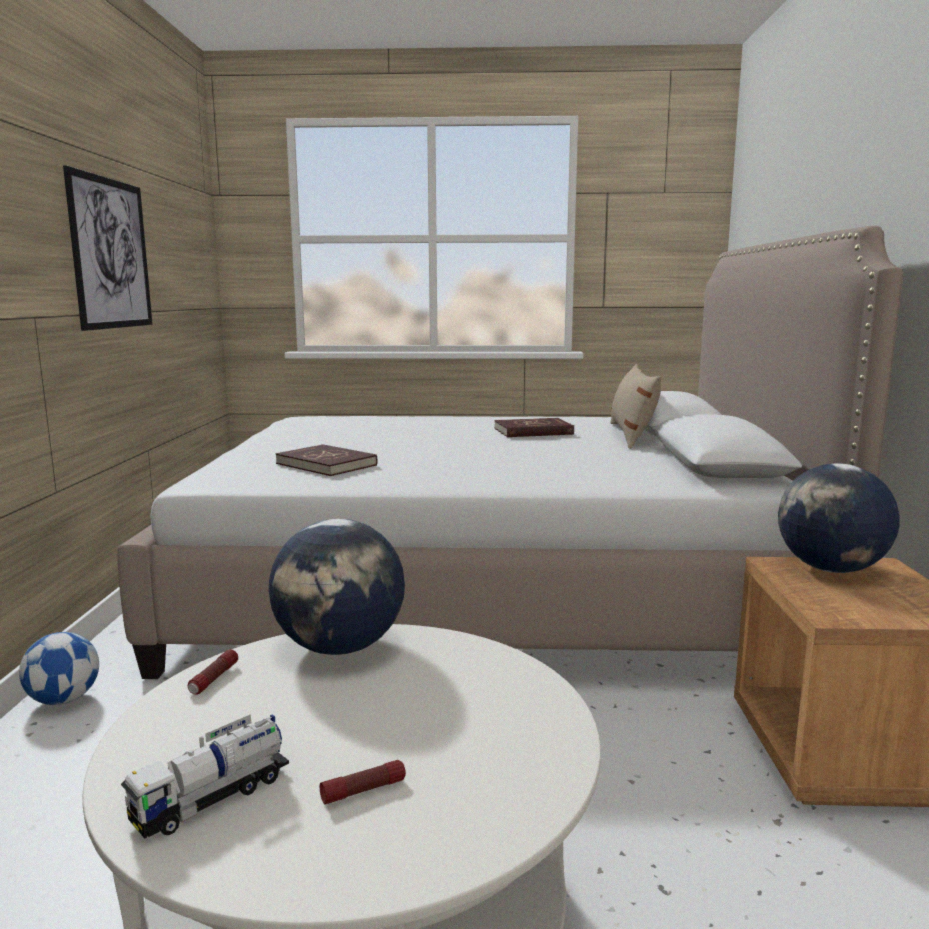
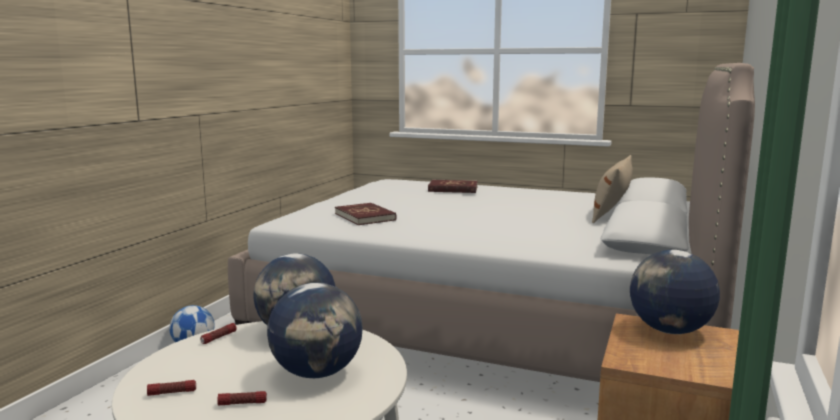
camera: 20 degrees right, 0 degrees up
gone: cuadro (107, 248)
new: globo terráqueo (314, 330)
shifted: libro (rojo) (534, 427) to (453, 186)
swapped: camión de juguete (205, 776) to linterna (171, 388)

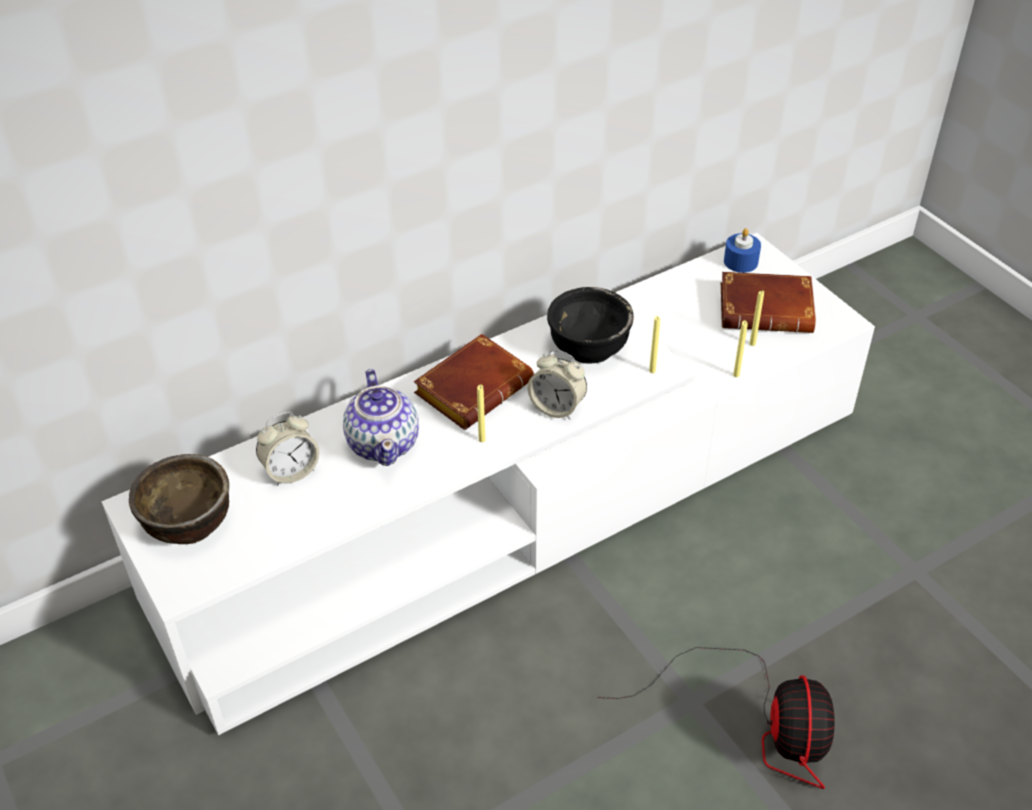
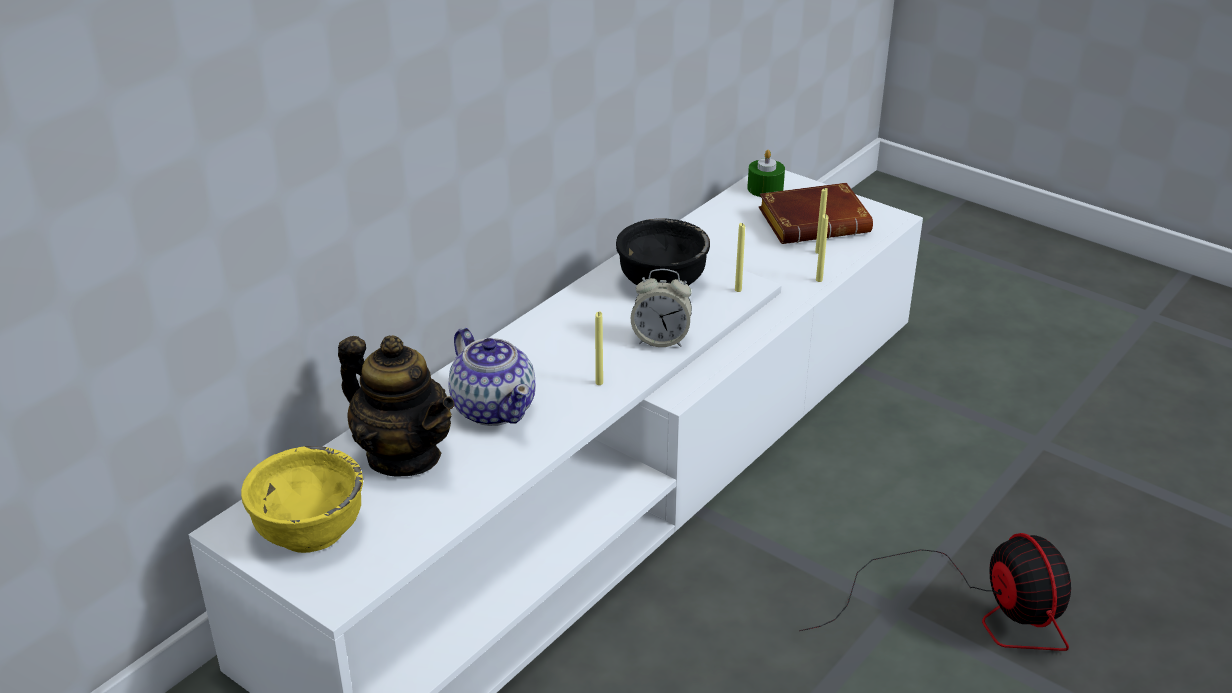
camera: 20 degrees left, 10 degrees down
gone: libro (marrón) (474, 382)
swapped: despertador (287, 449) to tetera (396, 405)
repainted: cuenco (marrón) (179, 499) to cuenco (amarillo) (302, 499); vela (azul) (742, 250) to vela (verde) (766, 173)

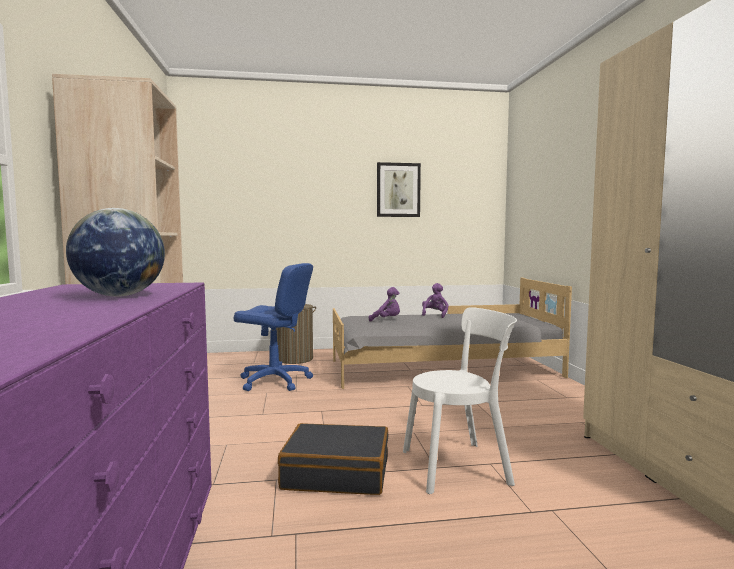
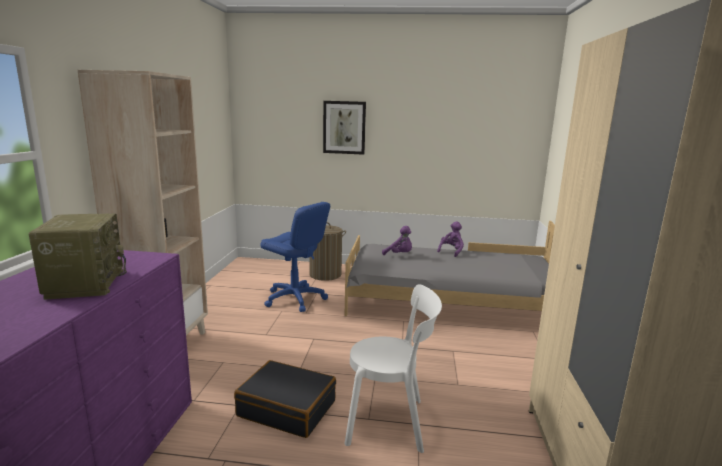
camera: 15 degrees right, 10 degrees up
shifted: cuadro (399, 189) to (344, 128)
swapped: globo terráqueo (115, 252) to radio (78, 256)

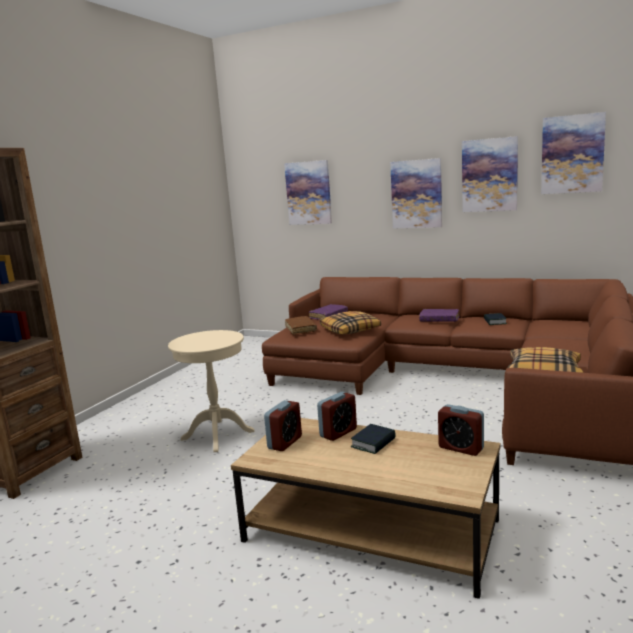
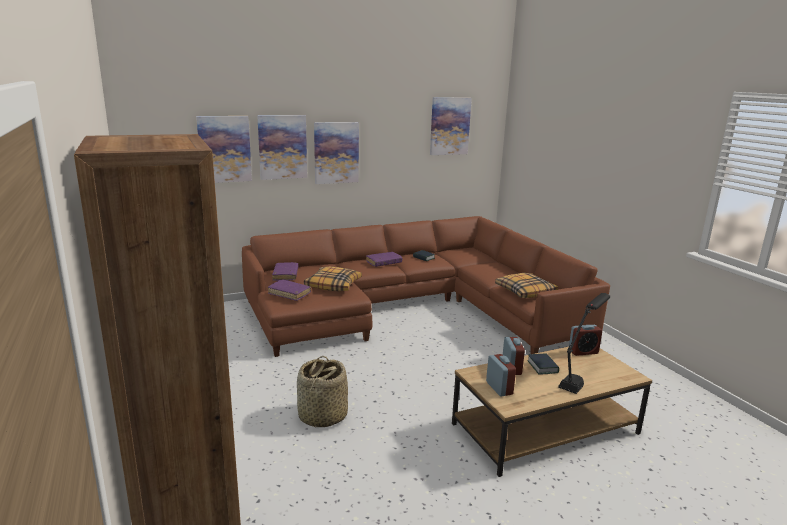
camera: 50 degrees left, 5 degrees up
new: lámpara de mesa (negro) (584, 343)
shifted: cuadro (490, 174) to (282, 147)
swapped: mesa auxiliar (beis) (211, 391) to cesta (322, 391)
repainted: libro (marrón) (301, 325) to libro (morado) (289, 290)

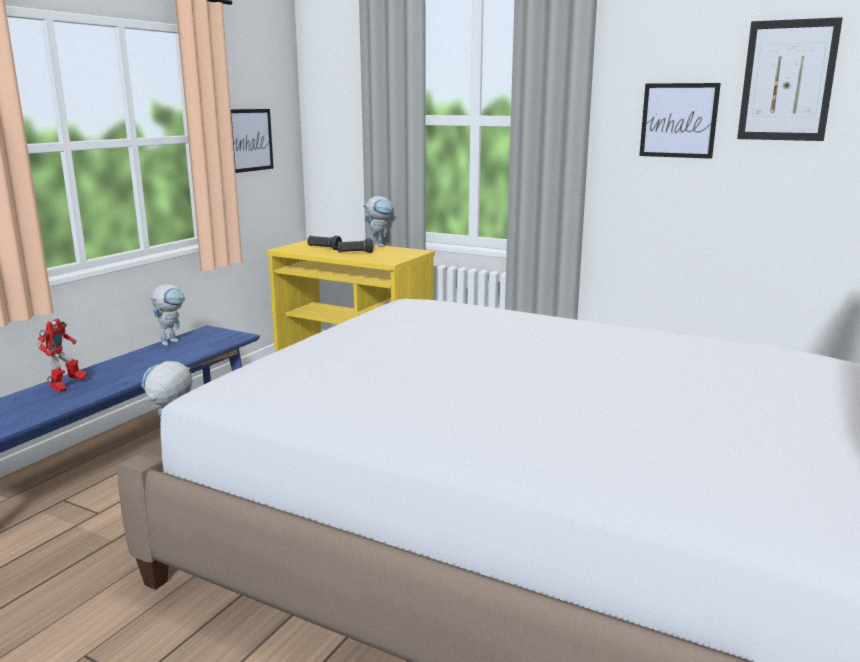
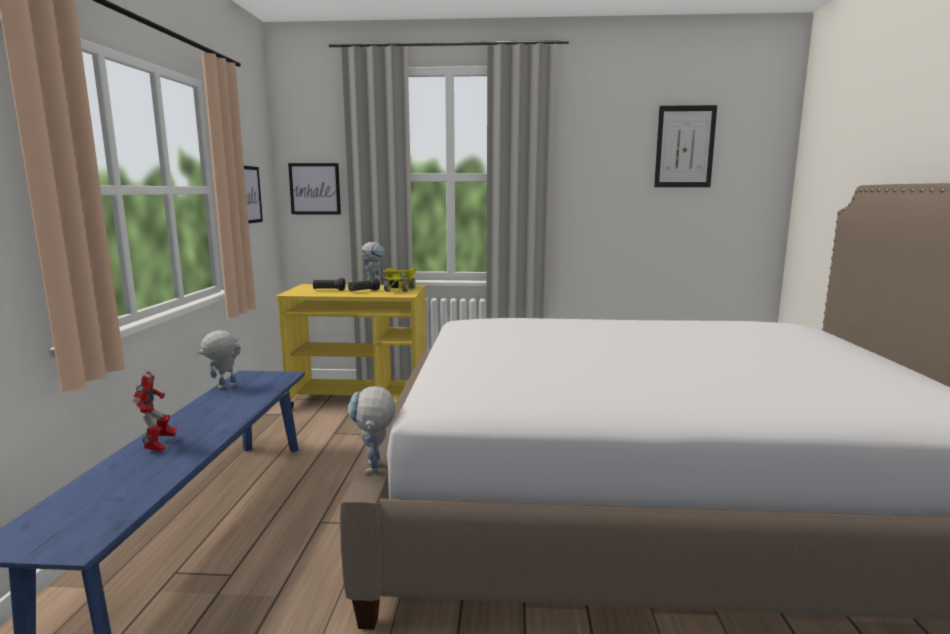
camera: 25 degrees left, 5 degrees down
new: camión de juguete (399, 279)
shifted: cuadro (680, 121) to (314, 189)
rotated: robot de juguete (167, 315) = (218, 359) 135 degrees counterclockwise

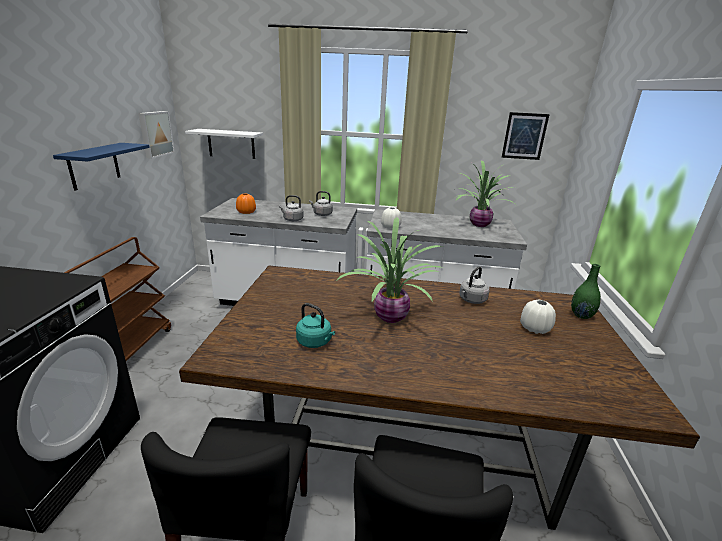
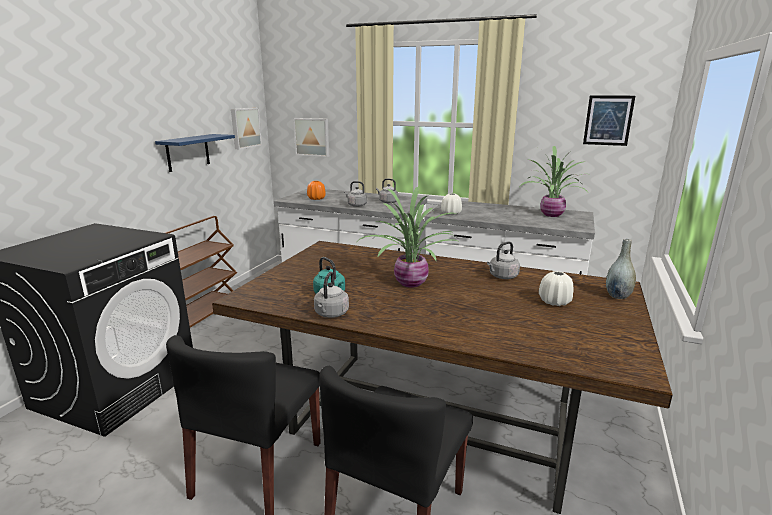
camera: 15 degrees right, 5 degrees down
new: hervidor (gris) (331, 295)
swapped: estante (blanco) (224, 144) to cuadro (311, 137)
repainted: florero (verde) (586, 291) to florero (gris) (621, 269)

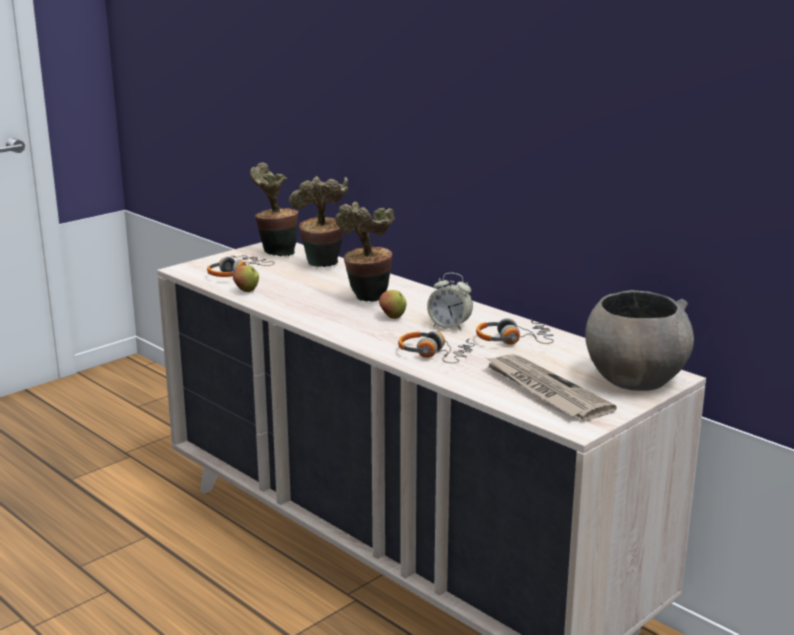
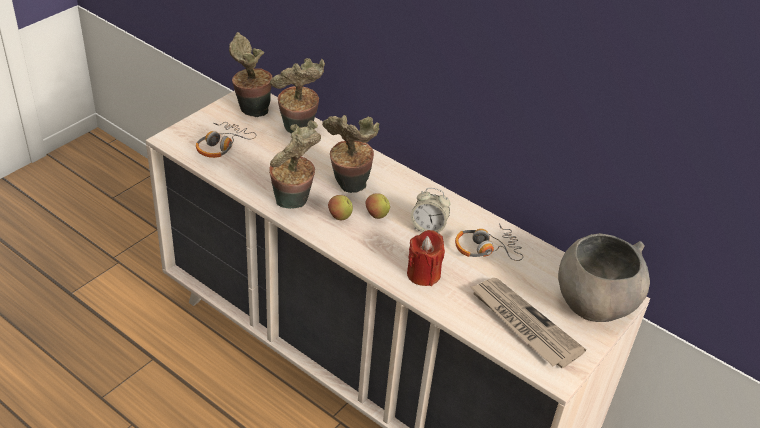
camera: 10 degrees left, 20 degrees up
new: planta en maceta (295, 164)
shifted: manzana (246, 278) to (340, 207)
swapped: auriculares (436, 347) to vela (rojo) (426, 258)

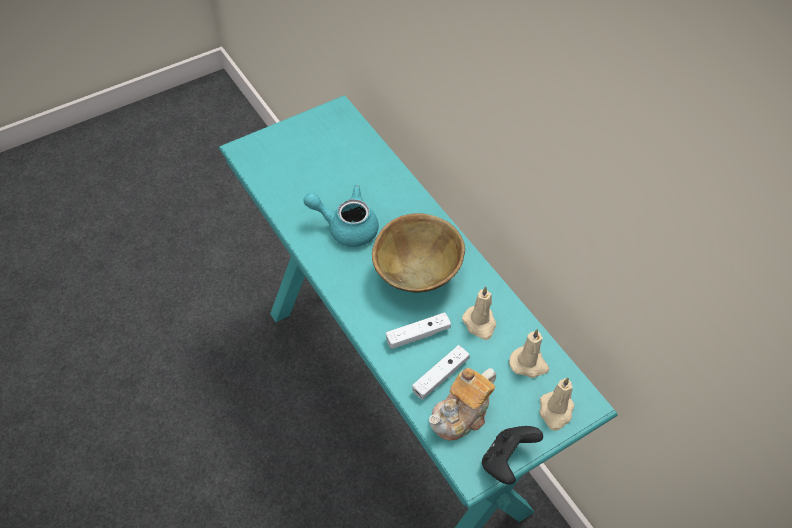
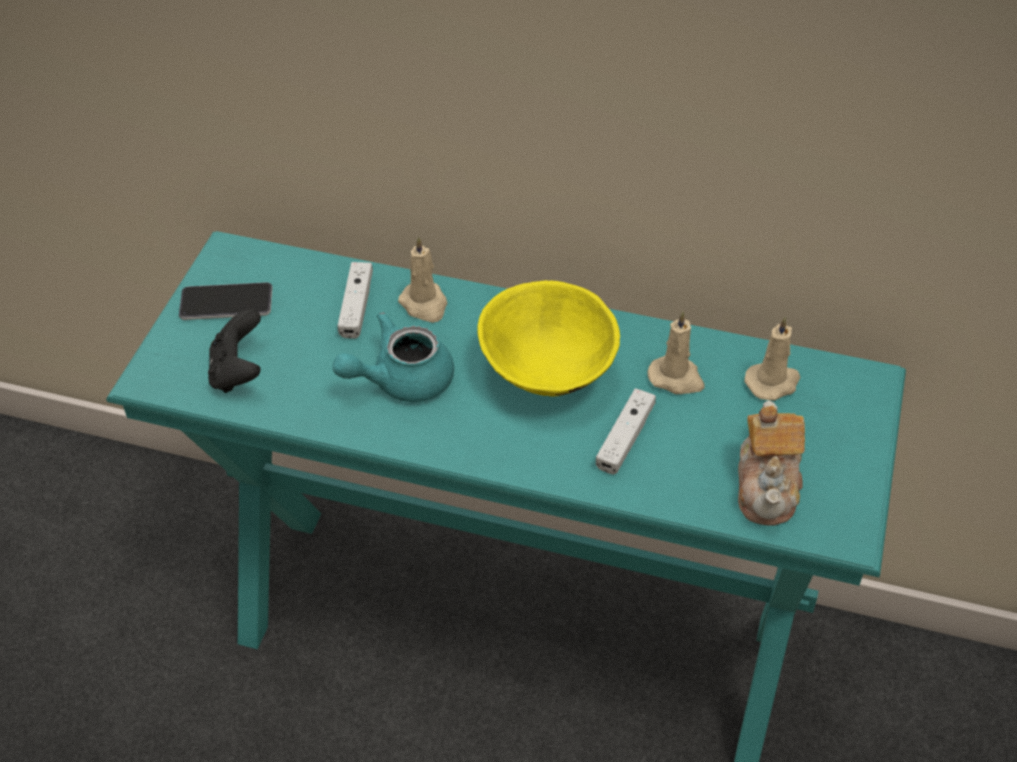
camera: 40 degrees left, 5 degrees down
new: móvil (225, 301)
shifted: mando de consola (blanco) (441, 372) to (355, 300); mando de consola (negro) (512, 455) to (234, 351); vela (beis) (557, 404) to (422, 279)
repainted: cuenco (marrón) (418, 253) to cuenco (amarillo) (548, 338)

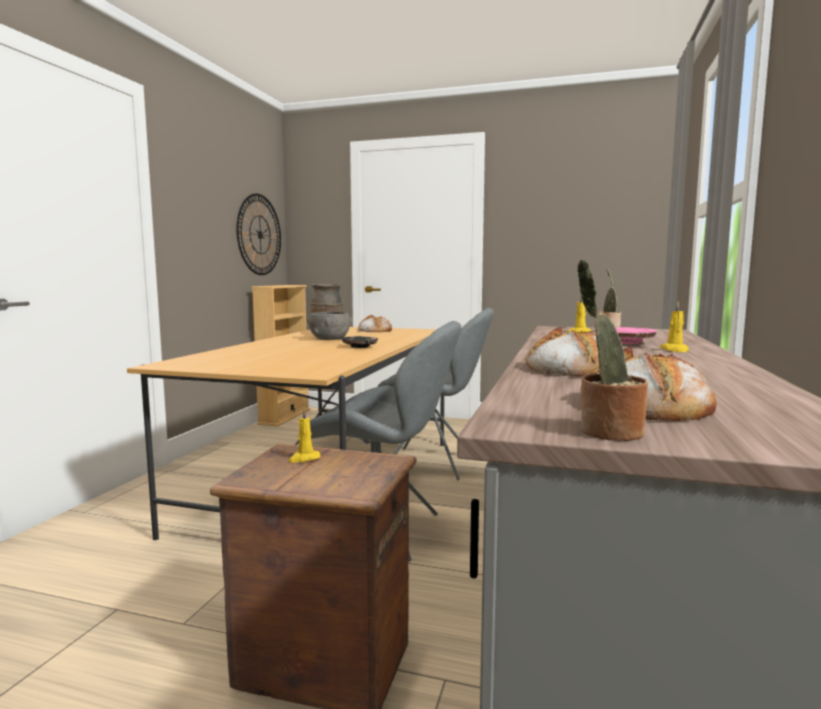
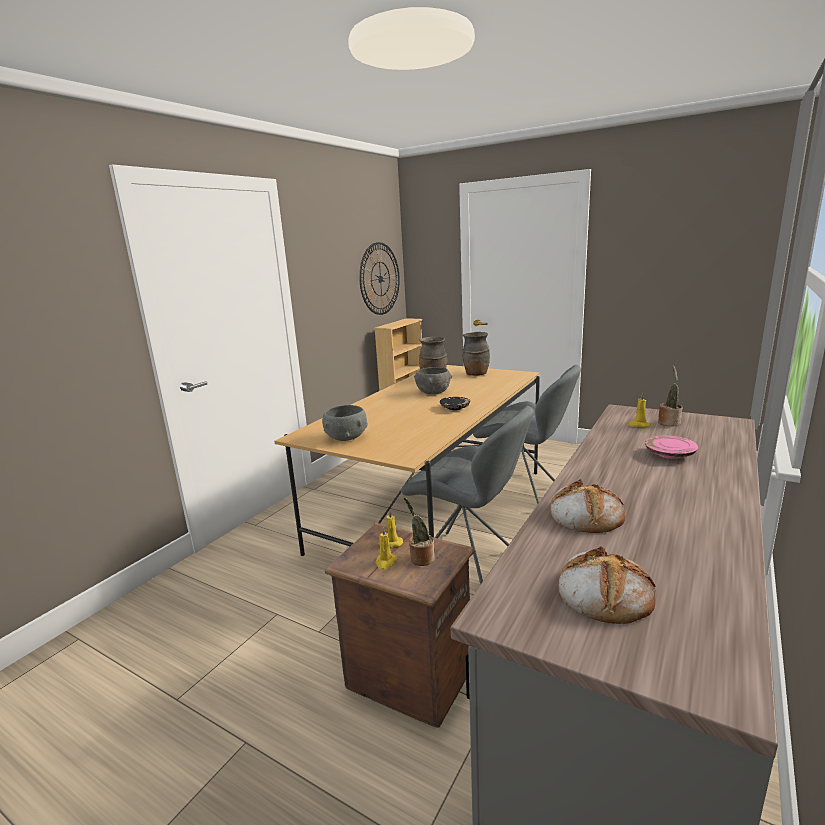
camera: 15 degrees right, 10 degrees up
new: cuenco (gris) (345, 423)
shifted: planta en maceta (612, 350) to (419, 531); vela (amarillo) (674, 326) to (386, 548)
swapped: pan (375, 323) to florero (marrón) (476, 354)

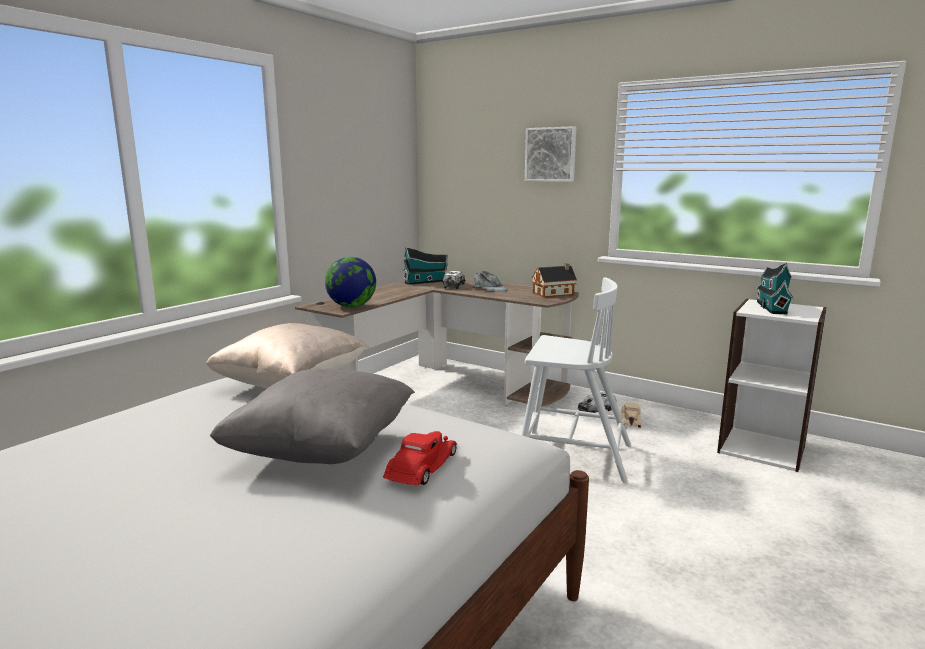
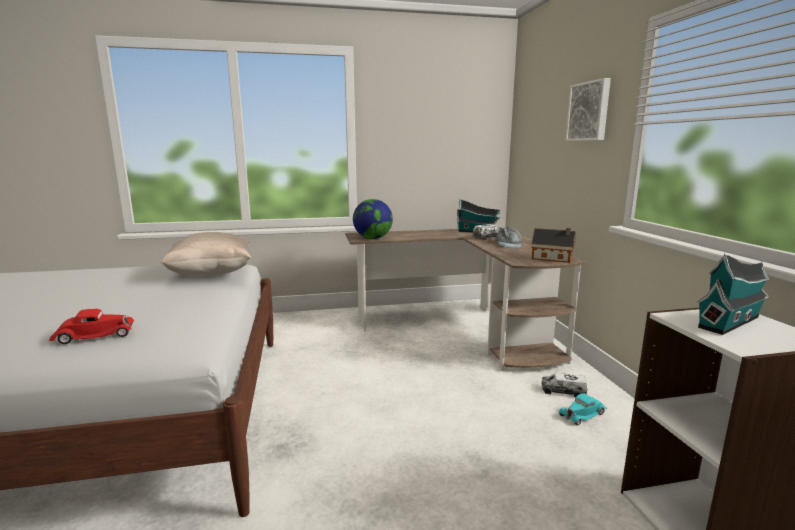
camera: 45 degrees right, 0 degrees up
gone: cojín (gris) (312, 416); silla (blanco) (576, 380)
repainted: coche de juguete (beis) (631, 415) to coche de juguete (turquesa) (582, 409)

